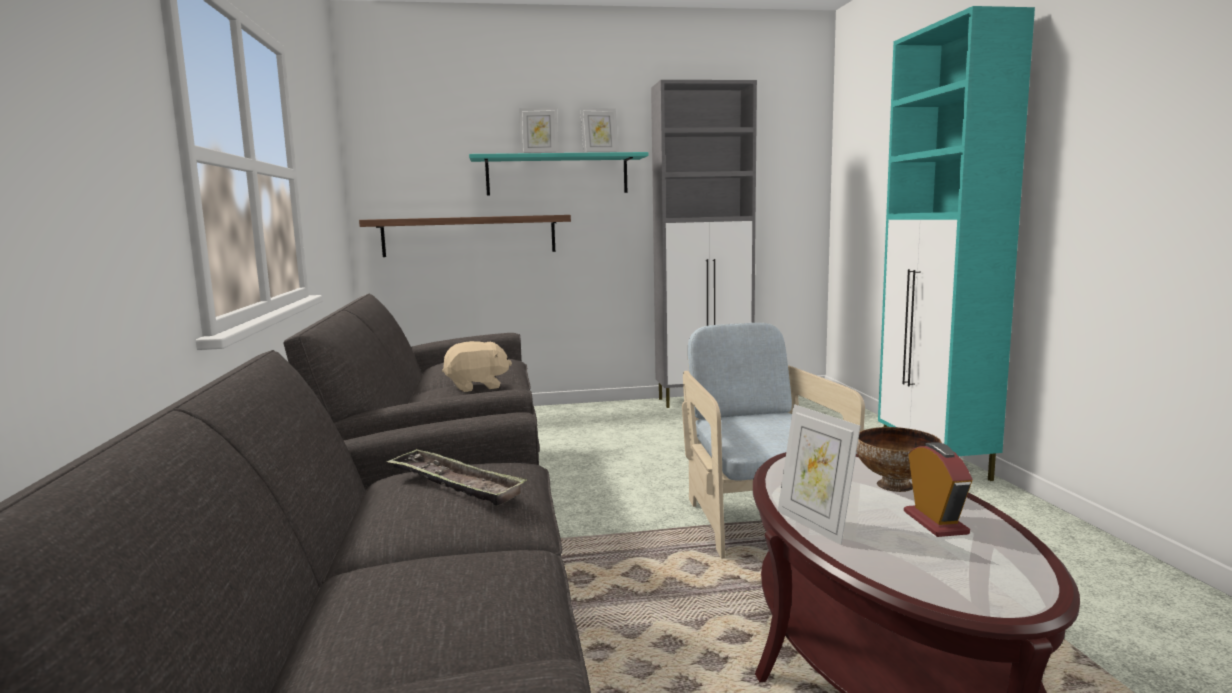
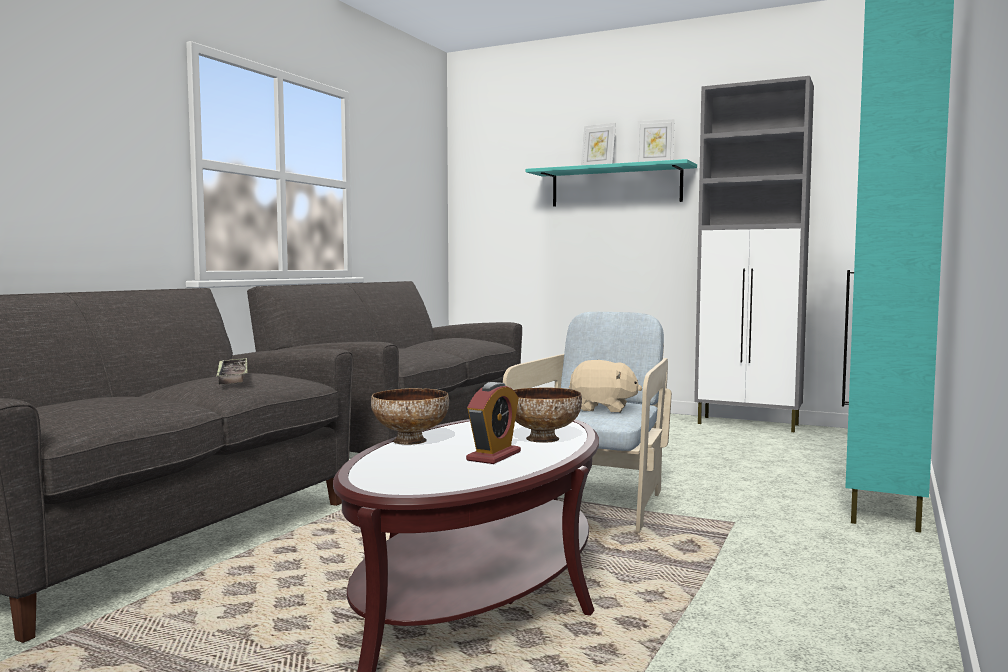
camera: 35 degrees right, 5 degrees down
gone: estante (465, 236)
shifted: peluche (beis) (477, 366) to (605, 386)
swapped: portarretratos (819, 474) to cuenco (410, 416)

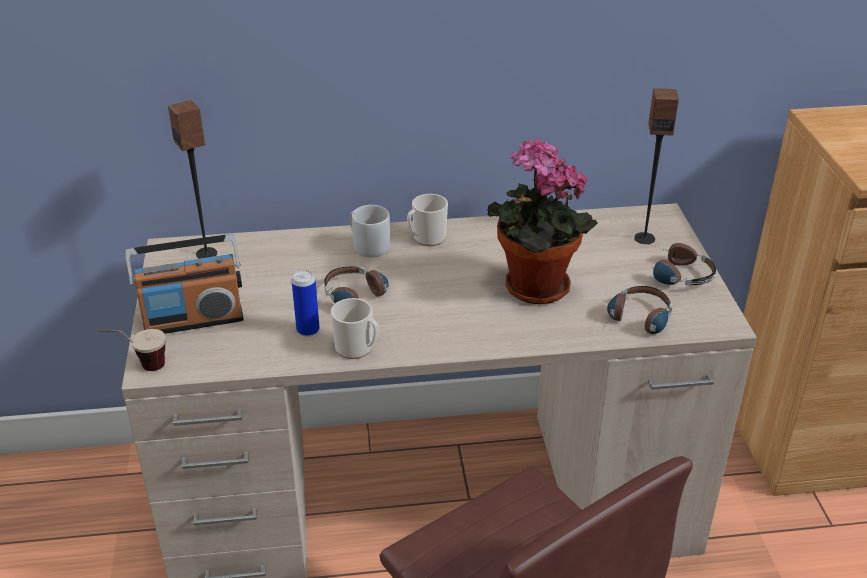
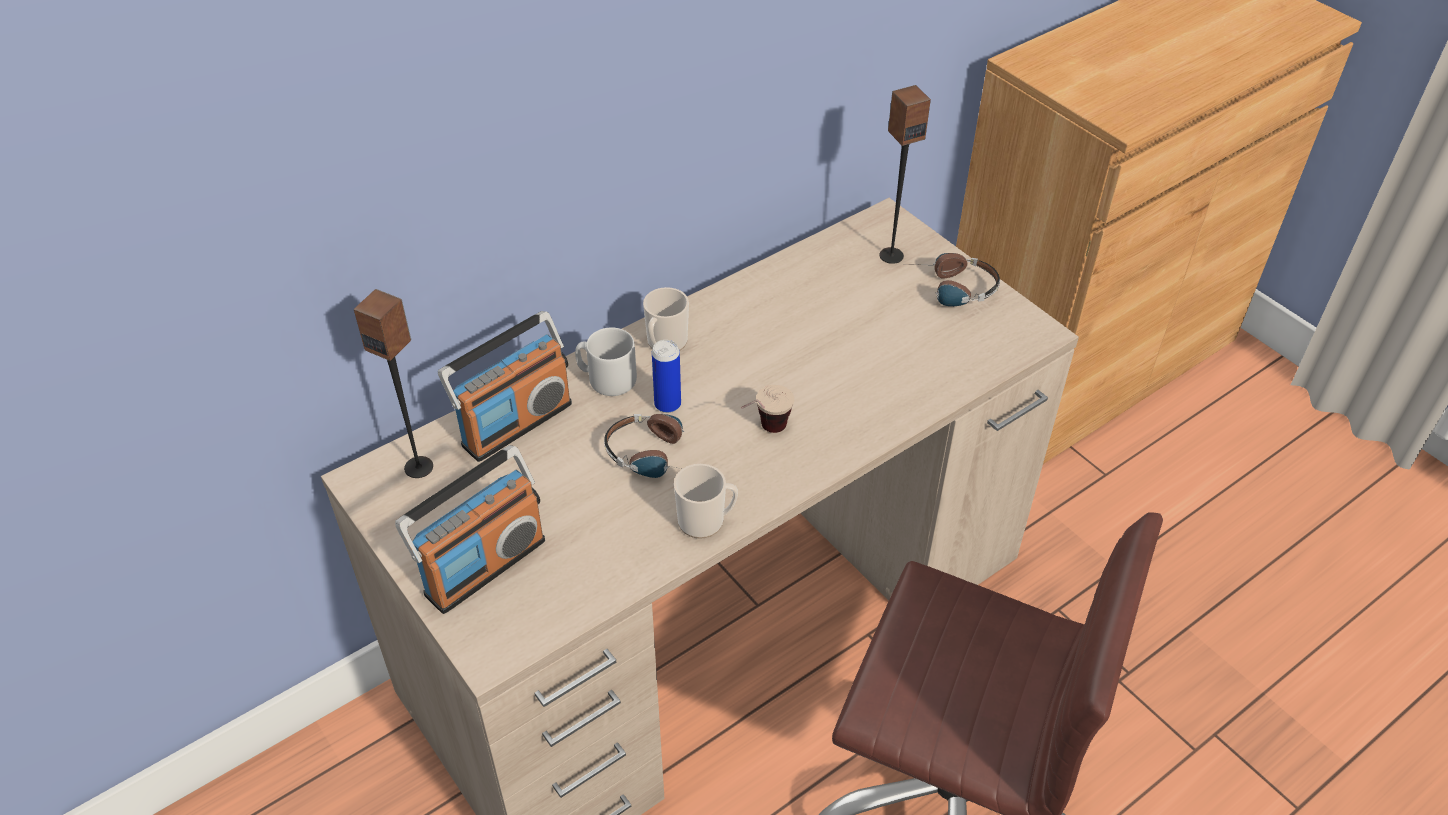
camera: 30 degrees left, 10 degrees up
gone: planta en maceta (542, 221); auriculares (637, 310)
new: radio (505, 386)
shifted: taza (132, 350) to (767, 409); lata (306, 303) to (666, 376)

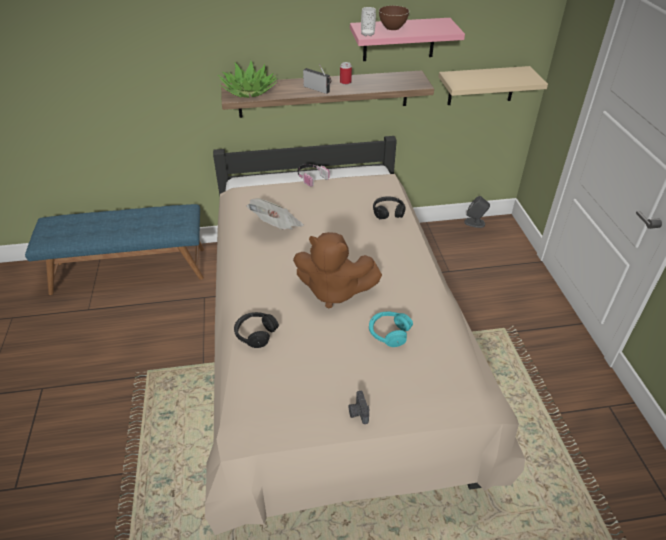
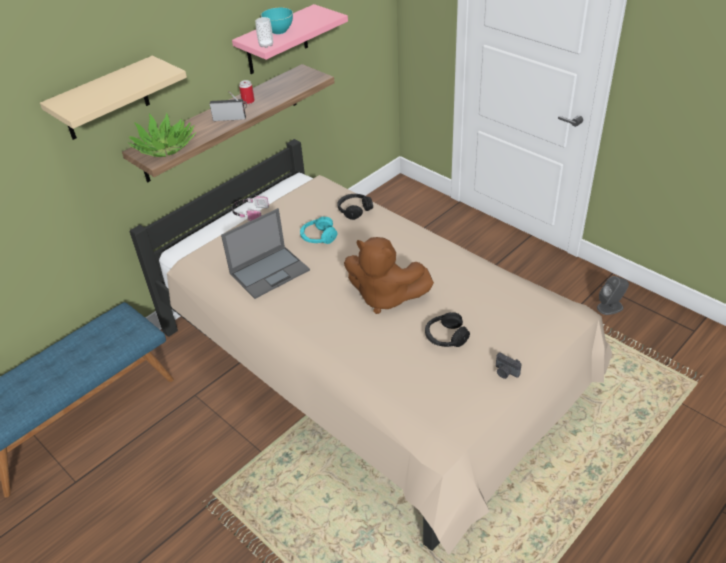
camera: 35 degrees left, 0 degrees up
shifted: auriculares (negro) (256, 330) to (447, 329); auriculares (turquesa) (391, 329) to (318, 230); estante (beis) (493, 85) to (113, 98); altavoz (gris) (477, 212) to (613, 295)
swapped: periódico (275, 214) to portátil (265, 253)
repainted: cuenco (marrón) (394, 18) to cuenco (turquesa) (277, 21)
rotated: peluche (marrón) (337, 270) = (389, 275) 45 degrees clockwise

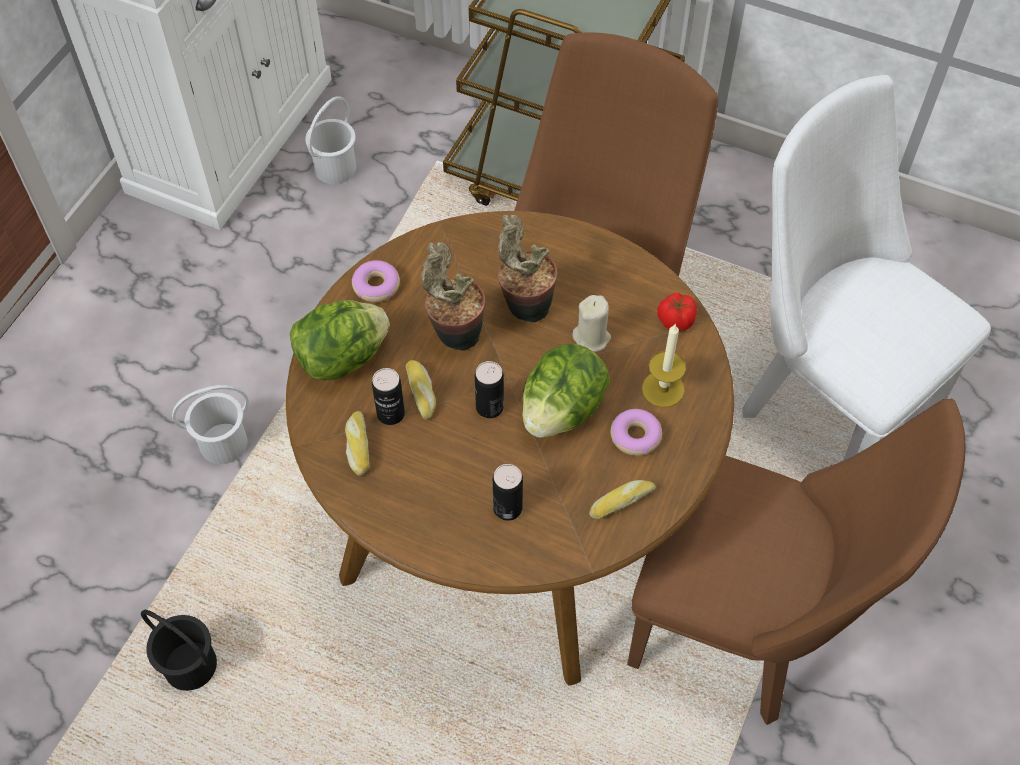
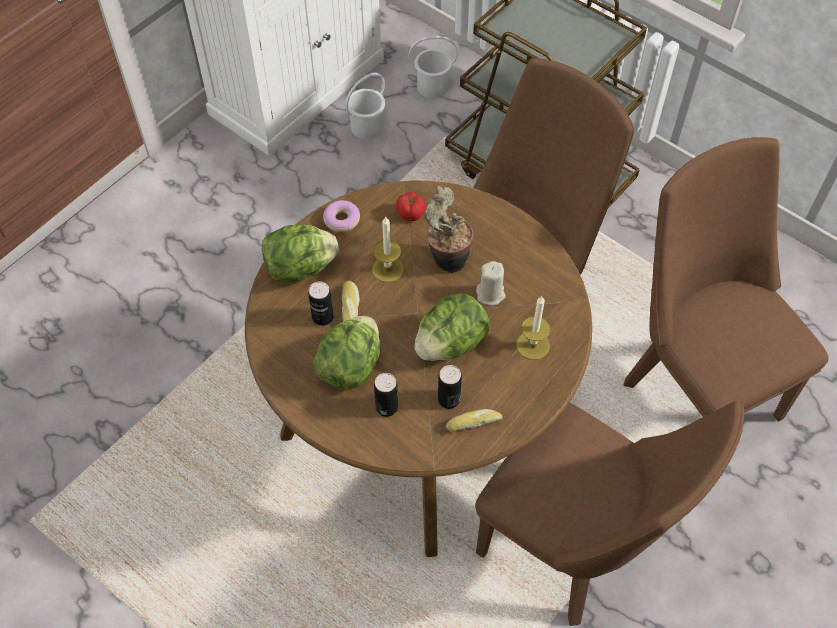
camera: 15 degrees right, 0 degrees up
gone: cubo (negro) (179, 650); pan (357, 443); rosquilla (636, 432)
new: lechuga (346, 353)
shifted: cubo (blanco) (210, 424) to (433, 67); lata (489, 389) to (450, 387); tomate (677, 311) to (411, 206)
swapped: planta en maceta (453, 296) to vela (388, 249)
repainted: silla (blanco) (867, 264) to silla (marrón) (726, 279)

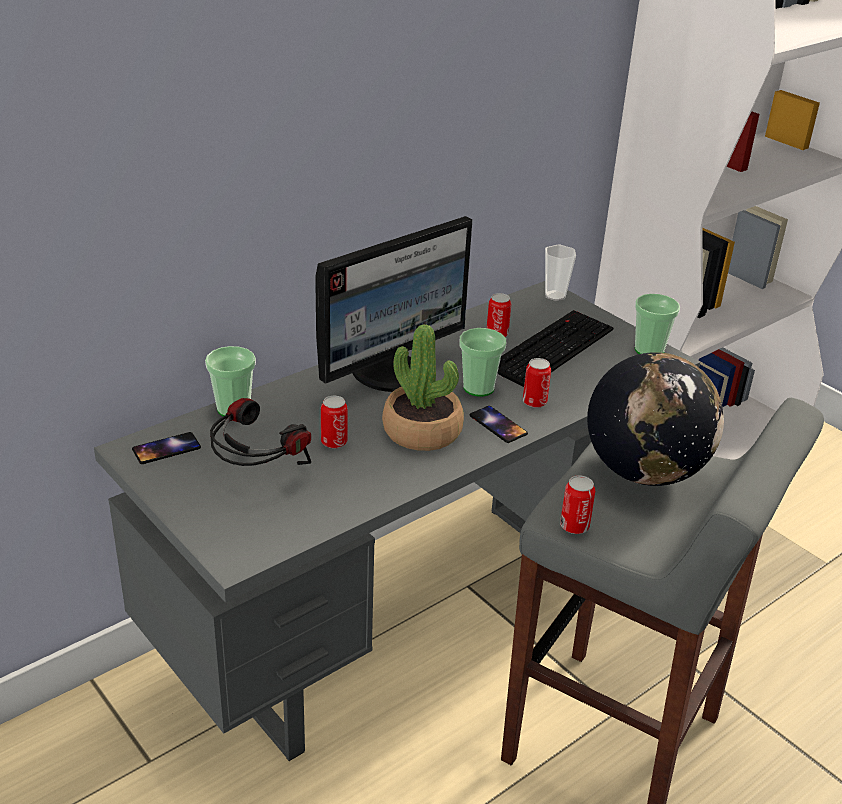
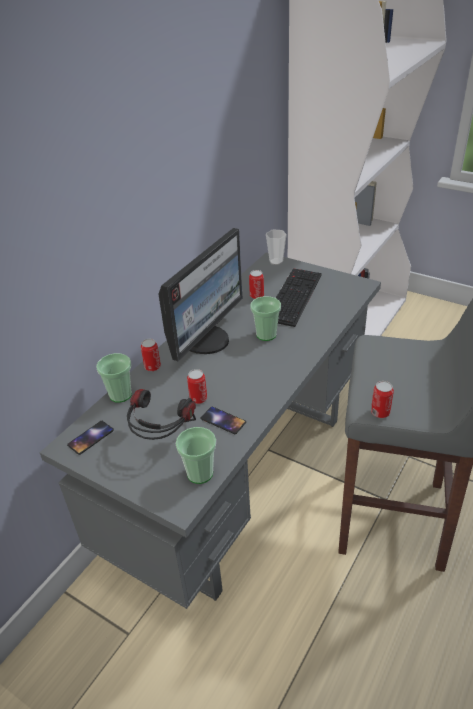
camera: 15 degrees left, 5 degrees up
gone: planta en maceta (423, 387); globo terráqueo (655, 419)
shifted: móvil (498, 424) to (223, 420); lata (537, 383) to (151, 355); taza (657, 324) to (196, 455)

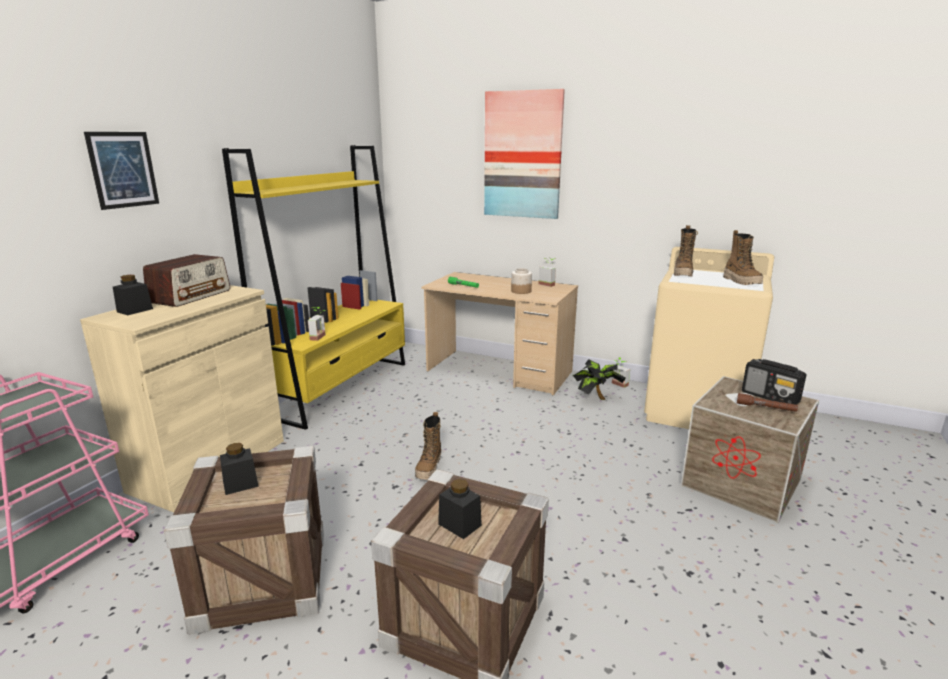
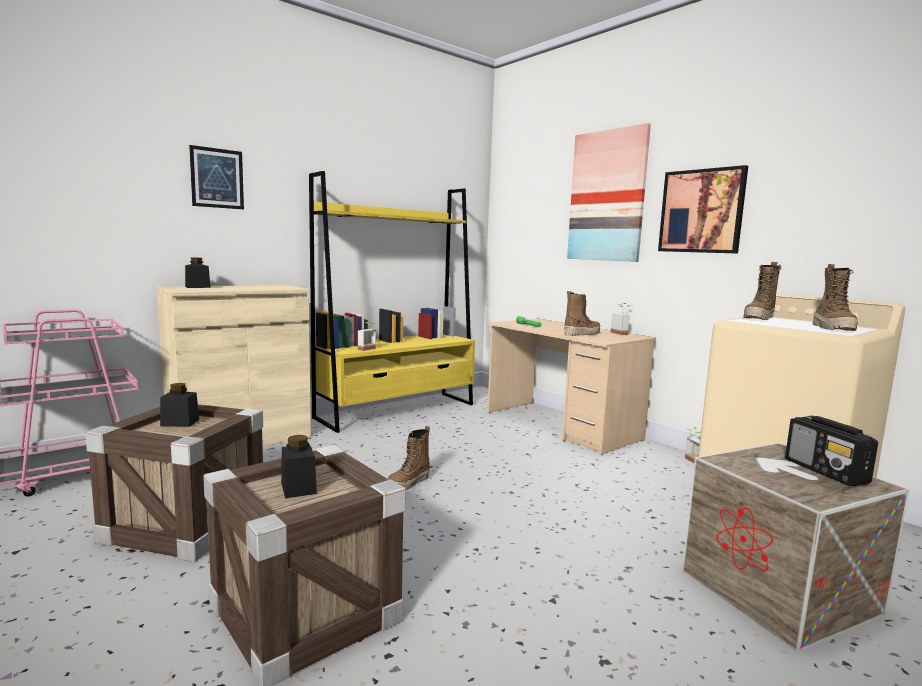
camera: 25 degrees right, 10 degrees down
gone: radio (186, 280); planta en maceta (599, 380); linterna (marrón) (767, 402)
new: cuadro (703, 209)
swapped: tarro (521, 281) to bota (582, 313)

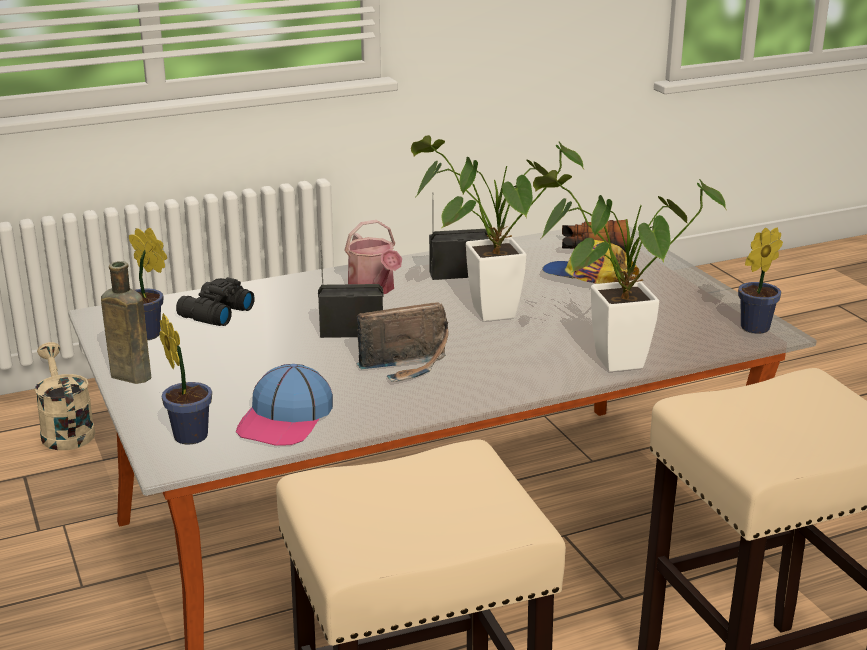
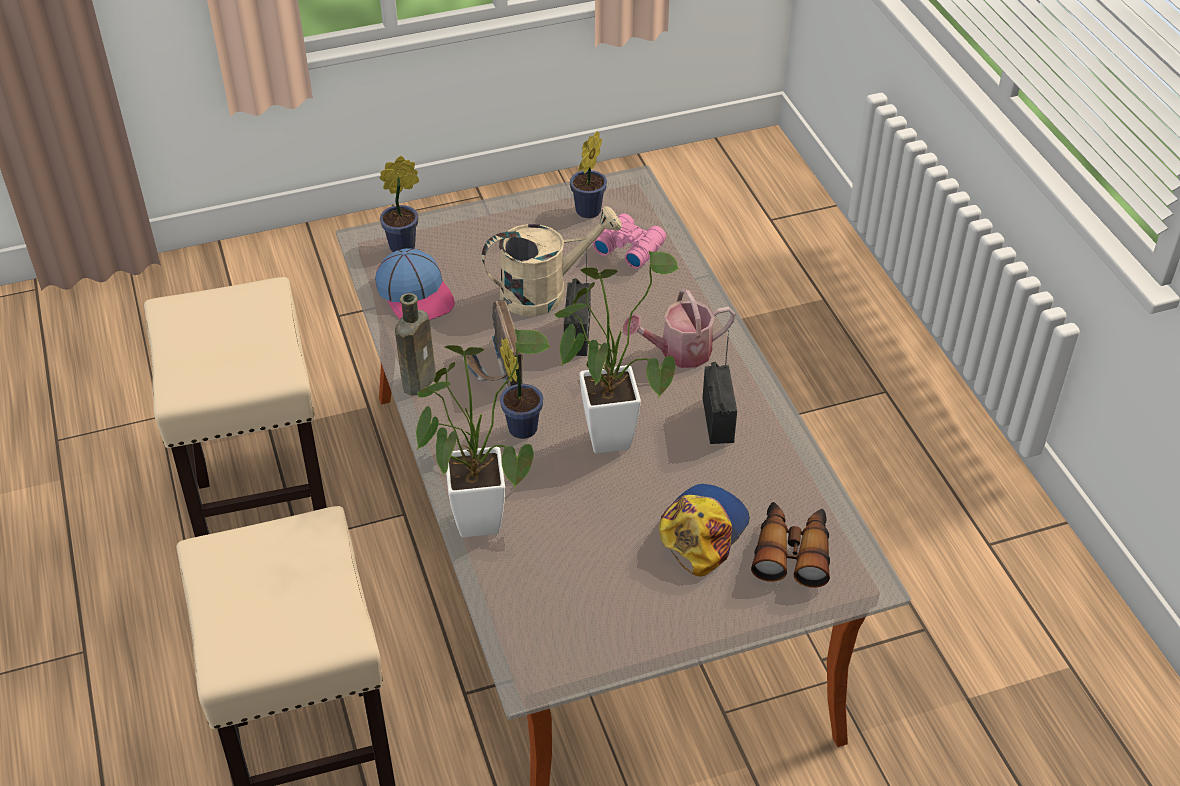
camera: 95 degrees right, 20 degrees up
shifted: regadera (beis) (65, 396) to (552, 261); botella (marrón) (126, 322) to (415, 344); planta en maceta (760, 280) to (521, 388)
repainted: prismáticos (negro) (215, 301) to prismáticos (rosa) (629, 241)
rotated: gorra (284, 405) = (415, 284) 150 degrees counterclockwise

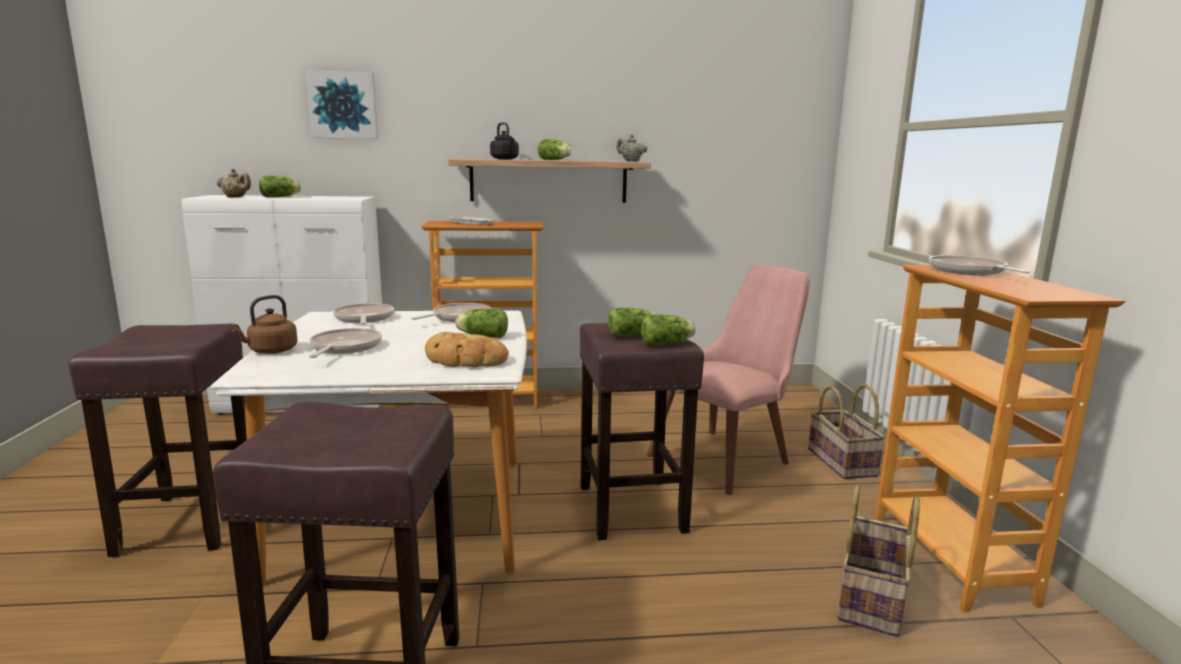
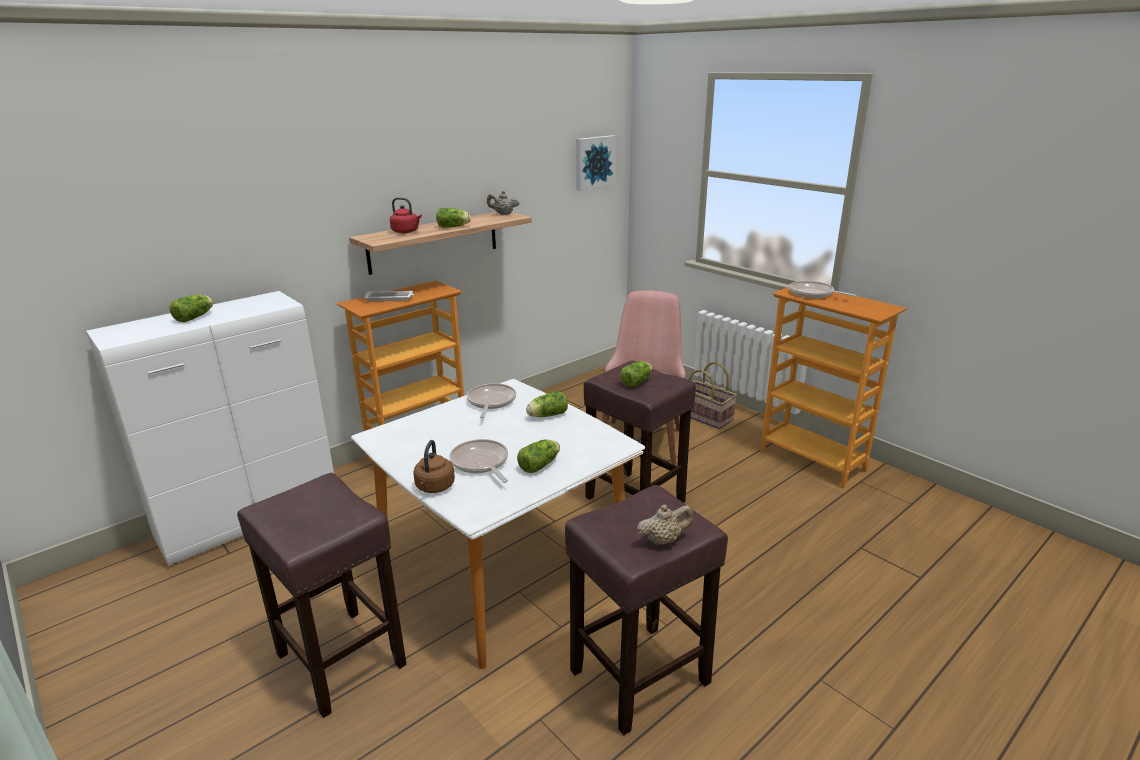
camera: 35 degrees left, 10 degrees up
gone: sartén (363, 313); pan (467, 349); cesta (879, 560)
shifted: tetera (beis) (234, 183) to (665, 524); cuadro (342, 104) to (596, 163); lechuga (668, 330) to (538, 456)
repainted: hervidor (negro) (504, 140) to hervidor (rojo) (406, 215)

